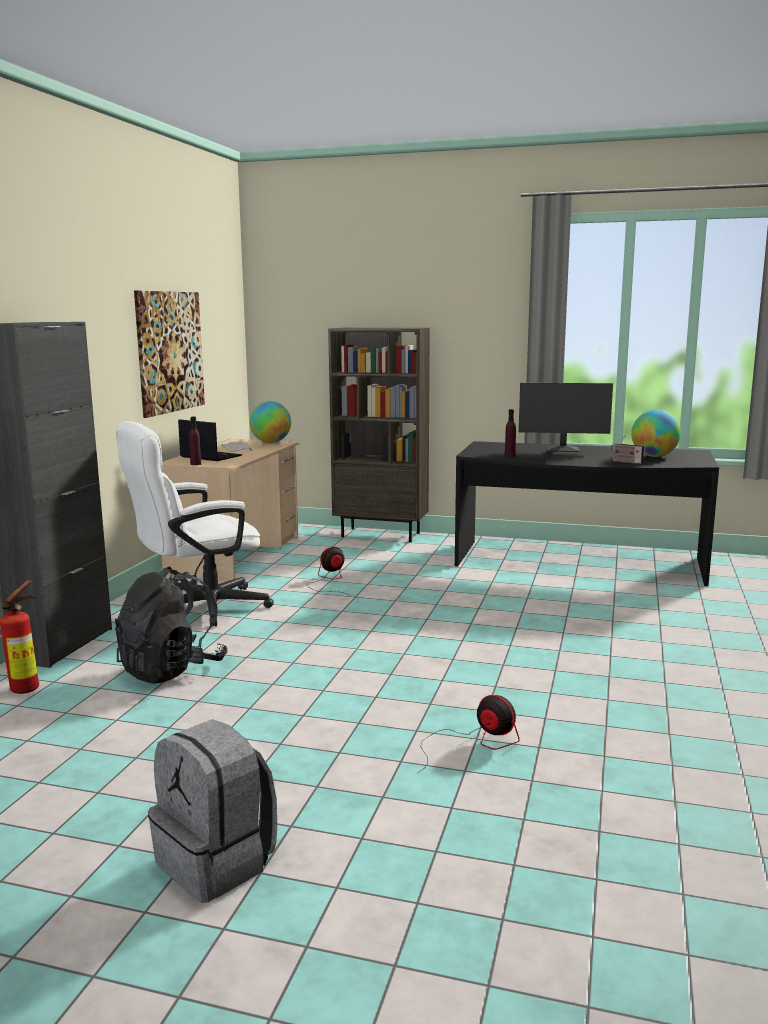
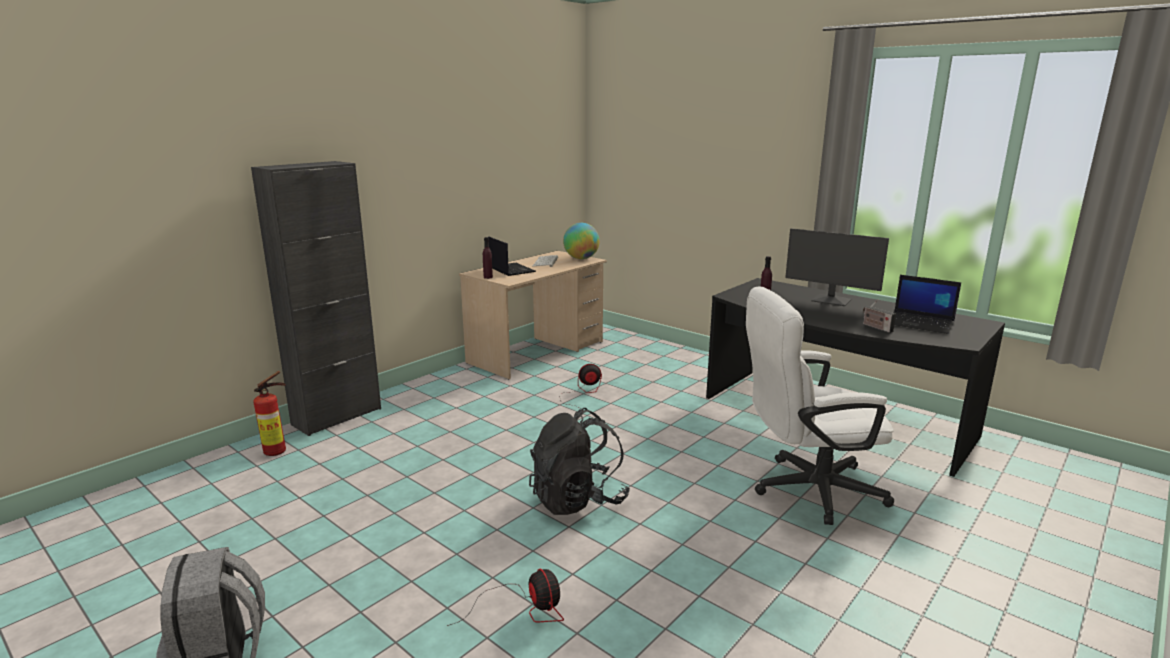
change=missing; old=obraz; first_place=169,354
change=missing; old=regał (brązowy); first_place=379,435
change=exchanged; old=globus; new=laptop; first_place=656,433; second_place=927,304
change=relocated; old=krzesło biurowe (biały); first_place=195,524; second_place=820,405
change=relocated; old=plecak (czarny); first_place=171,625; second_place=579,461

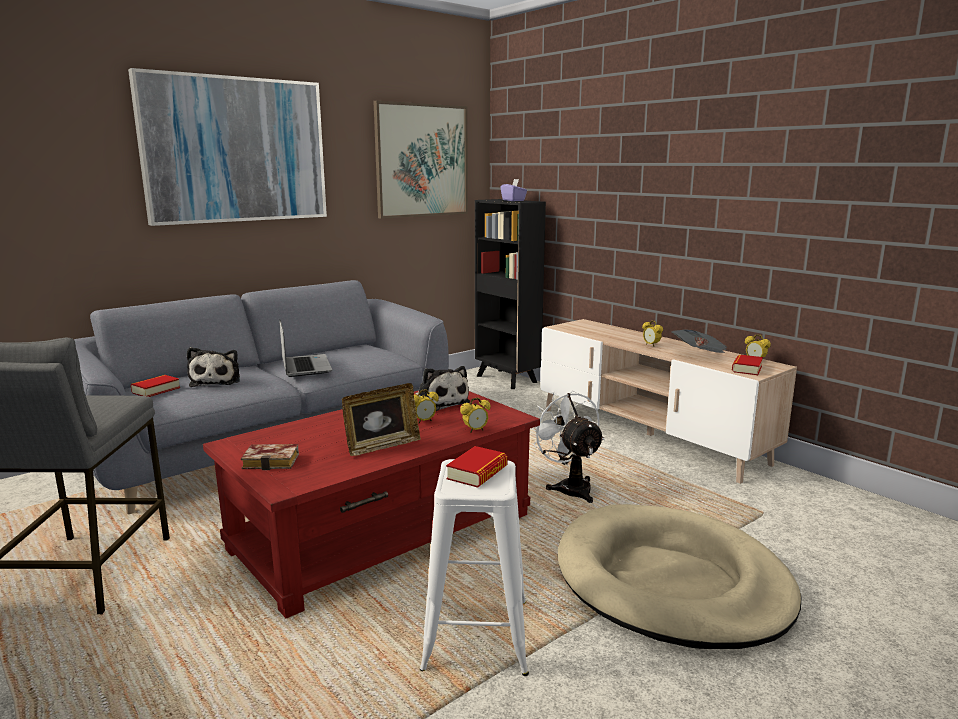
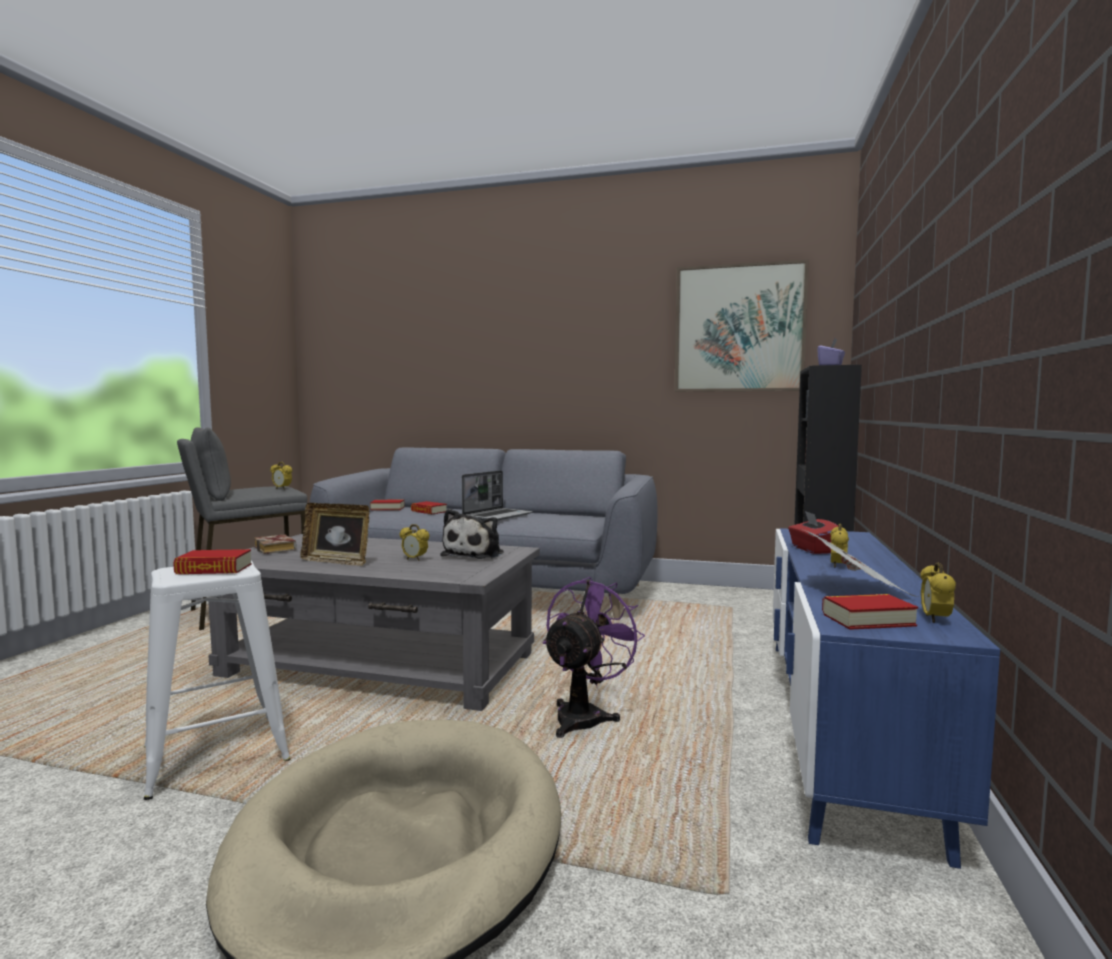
change=missing; old=obraz; first_place=227,147
change=colour; old=szafka pod telewizor (beżowy); new=szafka pod telewizor (niebieski); first_place=668,401; second_place=886,698
change=exchanged; old=pluszak; new=książka; first_place=213,367; second_place=429,507
change=colour; old=wentylator (biały); new=wentylator (fioletowy); first_place=568,446; second_place=594,657
change=colour; old=ława (czerwony); new=ława (szary); first_place=371,504; second_place=374,622
change=relocated; old=budzik; first_place=475,415; second_place=281,475
change=appeared; new=pudełko chusteczek (czerwony); second_place=813,532

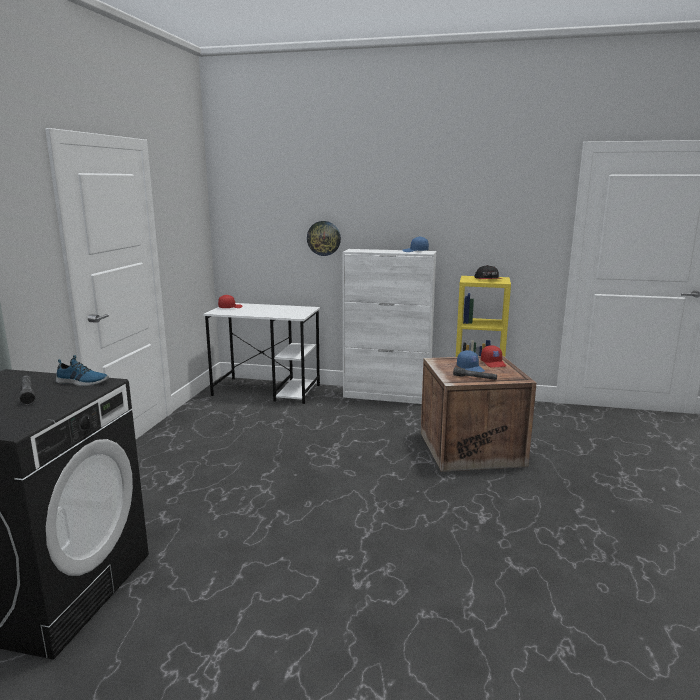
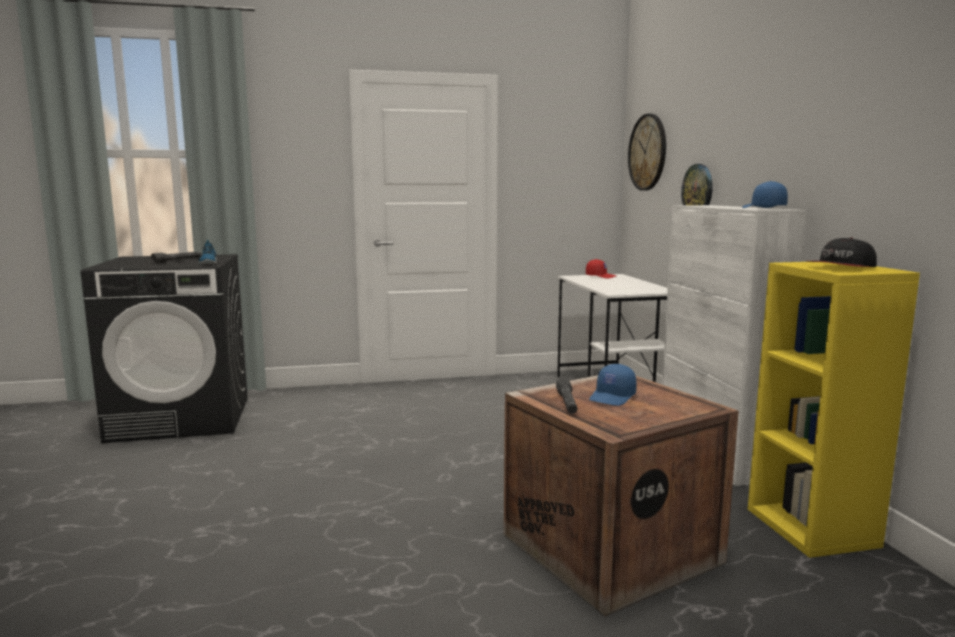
change=missing; old=czapka z daszkiem (czerwony); first_place=493,356
change=appeared; new=zegar ścienny; second_place=647,152

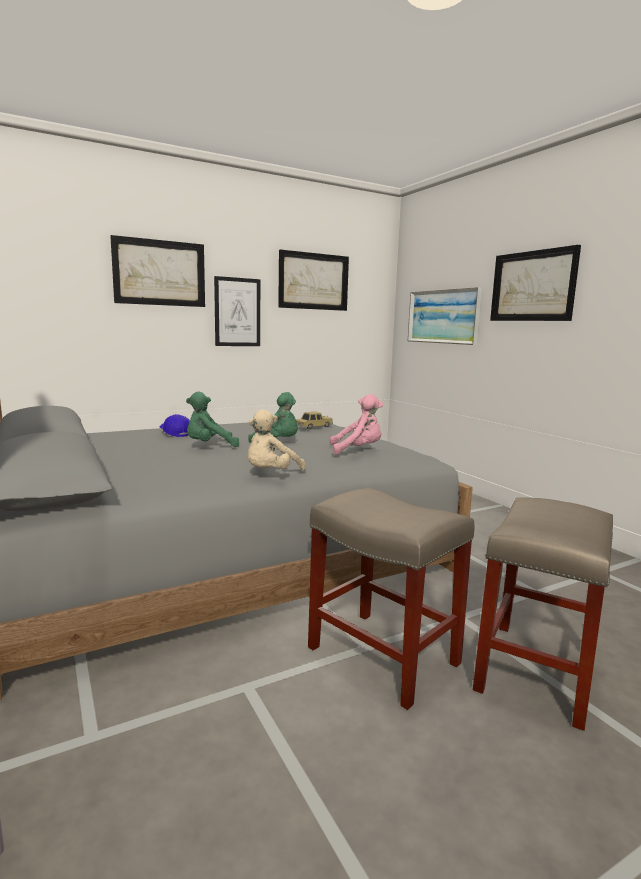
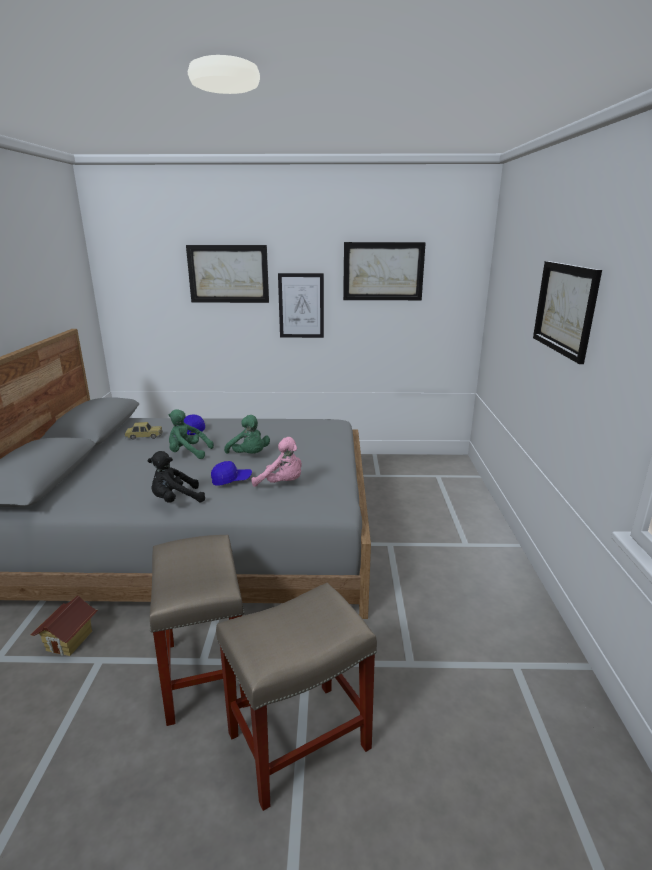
change=missing; old=obraz; first_place=445,316
change=colour; old=pluszak (beżowy); new=pluszak (czarny); first_place=277,440; second_place=176,477
change=relocated; old=samochodzik; first_place=314,420; second_place=143,431
change=appeared; new=czapka z daszkiem (niebieski); second_place=231,473
change=appeared; new=domek; second_place=64,626

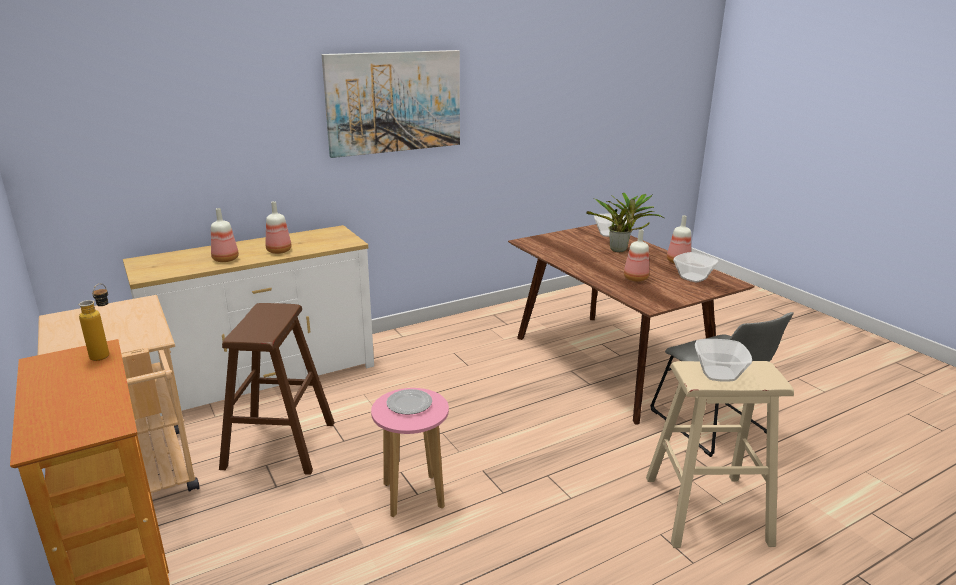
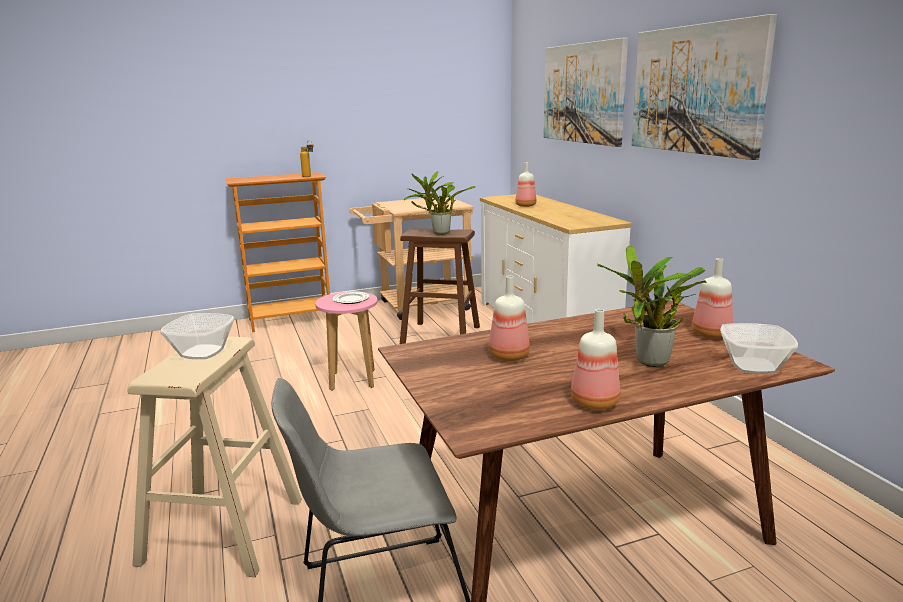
change=relocated; old=butelka; first_place=279,227; second_place=712,298
change=missing; old=miska; first_place=696,267
change=appeared; new=obraz; second_place=585,92
change=appeared; new=roślina doniczkowa; second_place=440,203

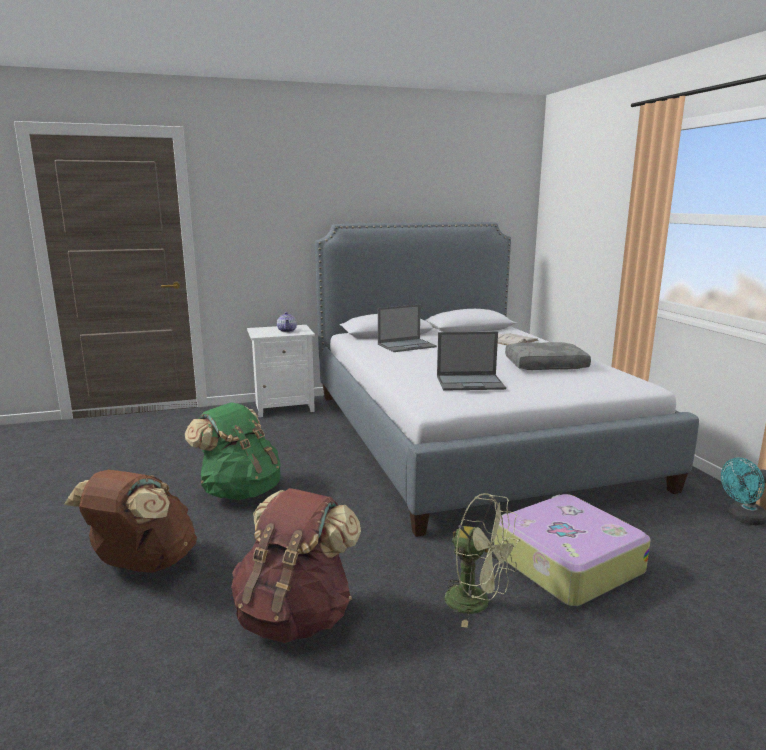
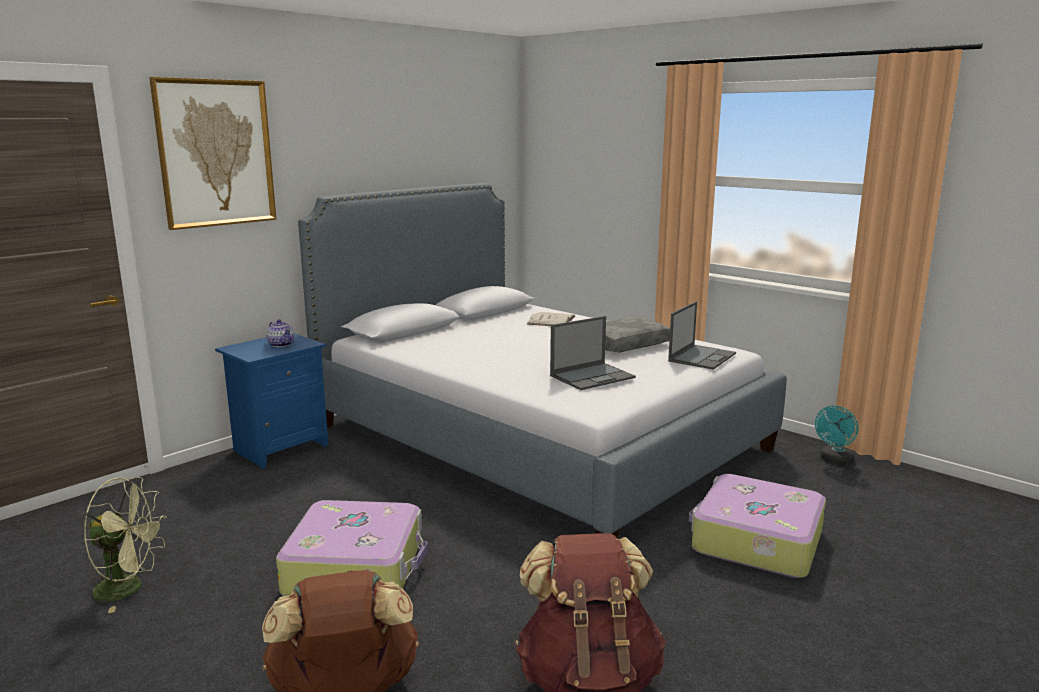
change=relocated; old=laptop; first_place=407,328; second_place=702,336
change=colour; old=szafka nocna (biały); new=szafka nocna (niebieski); first_place=281,371; second_place=271,401
change=exchanged; old=plecak (zielony); new=walizka; first_place=233,451; second_place=352,548
change=relocated; old=wentylator (zielony); first_place=480,560; second_place=125,545
change=appeared; new=obraz; second_place=212,153

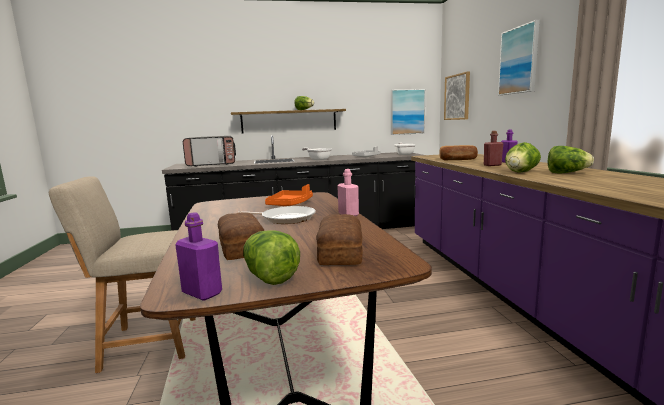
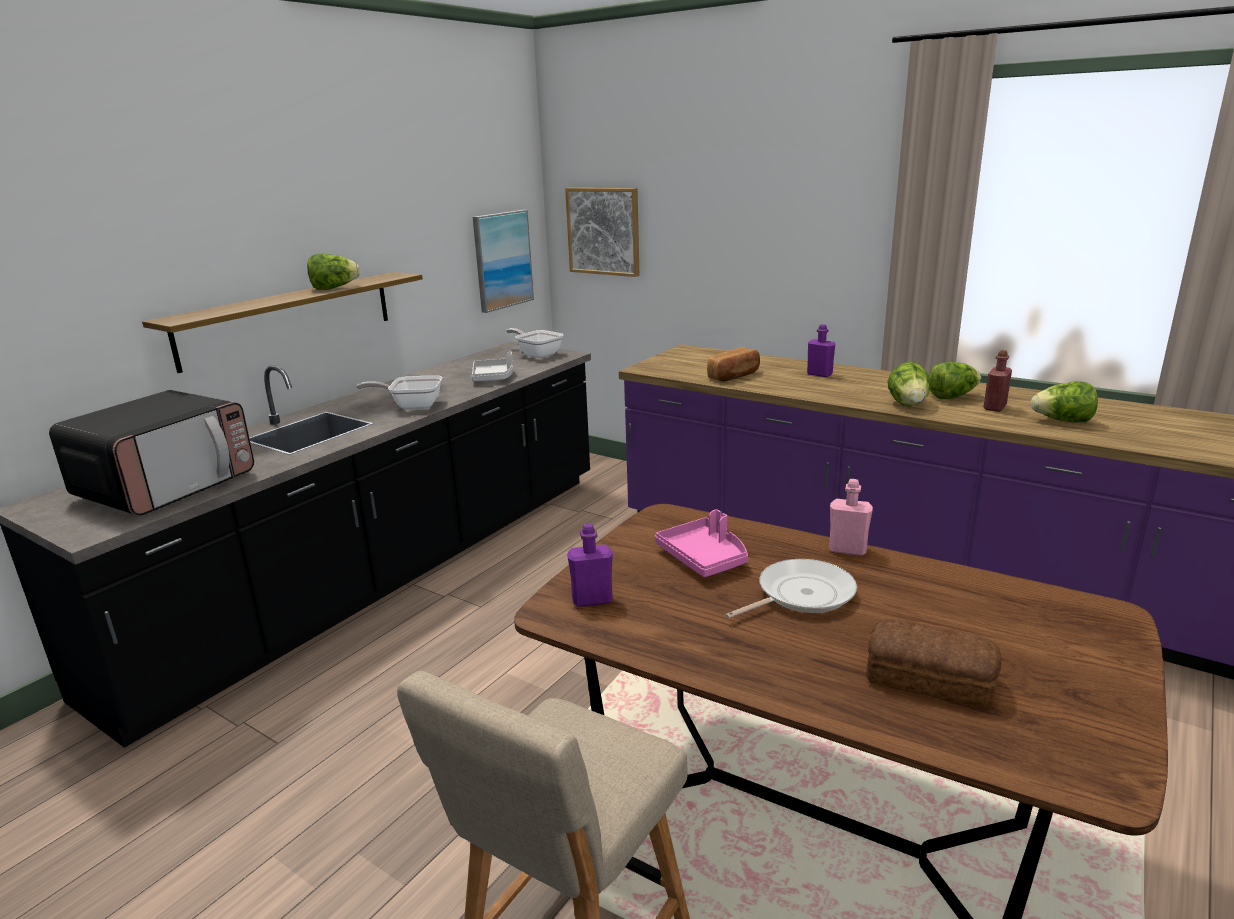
change=missing; old=obraz; first_place=519,57
change=relocated; old=butelka (czerwony); first_place=494,148; second_place=997,381
change=colour; old=taca (pomarańczowy); new=taca (różowy); first_place=289,195; second_place=701,543
change=relocated; old=butelka (fioletowy); first_place=198,257; second_place=590,565
change=missing; old=chleb; first_place=339,239
change=relocated; old=sałata; first_place=271,257; second_place=1064,401

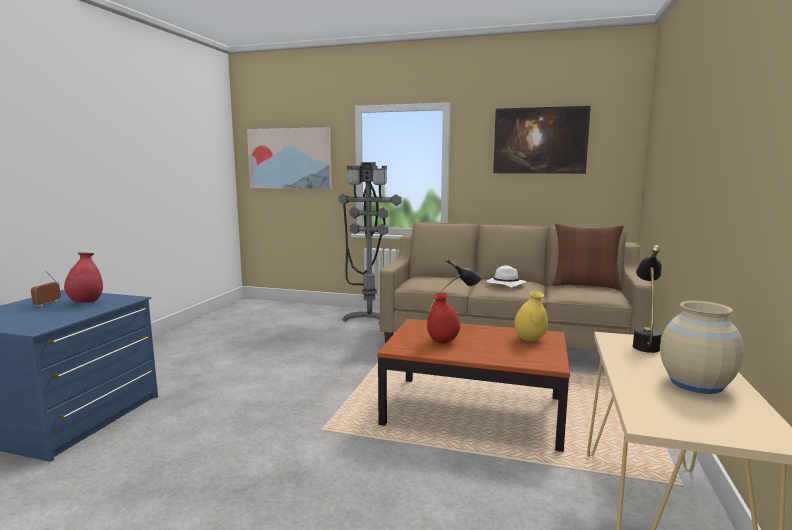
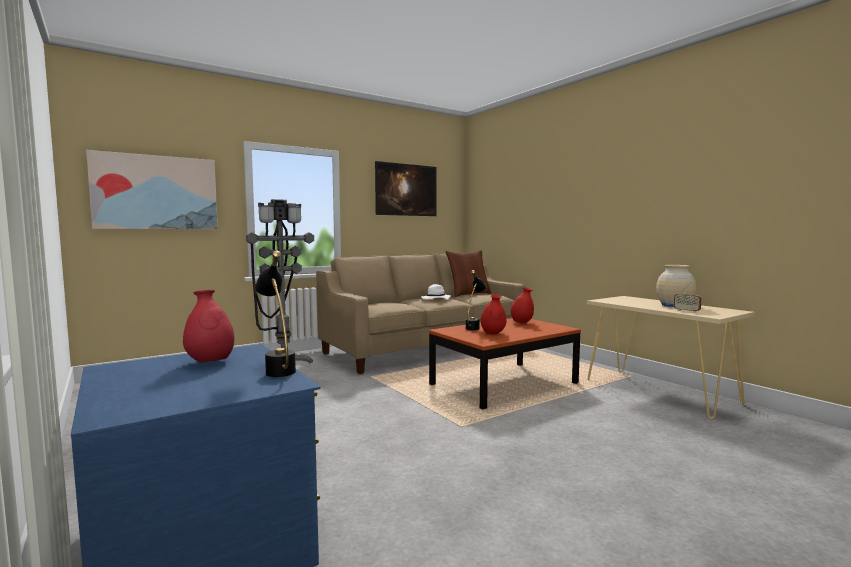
change=relocated; old=lampa stołowa (czarny); first_place=647,299; second_place=275,314
change=relocated; old=radio; first_place=46,288; second_place=688,298
change=colour; old=wazon (żółty); new=wazon (czerwony); first_place=531,316; second_place=522,305

